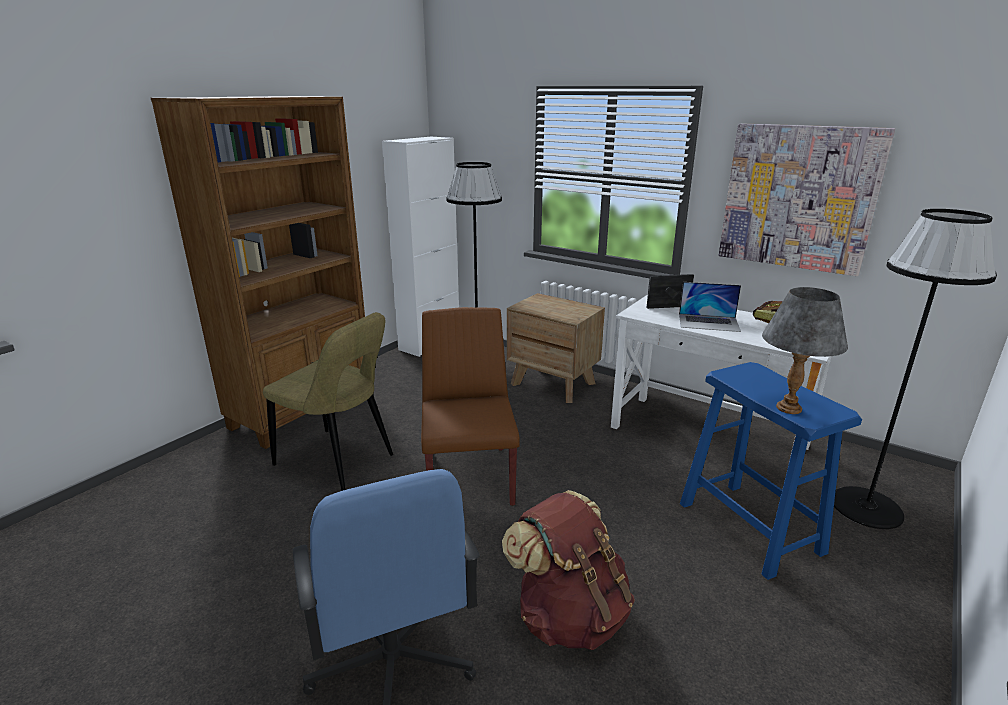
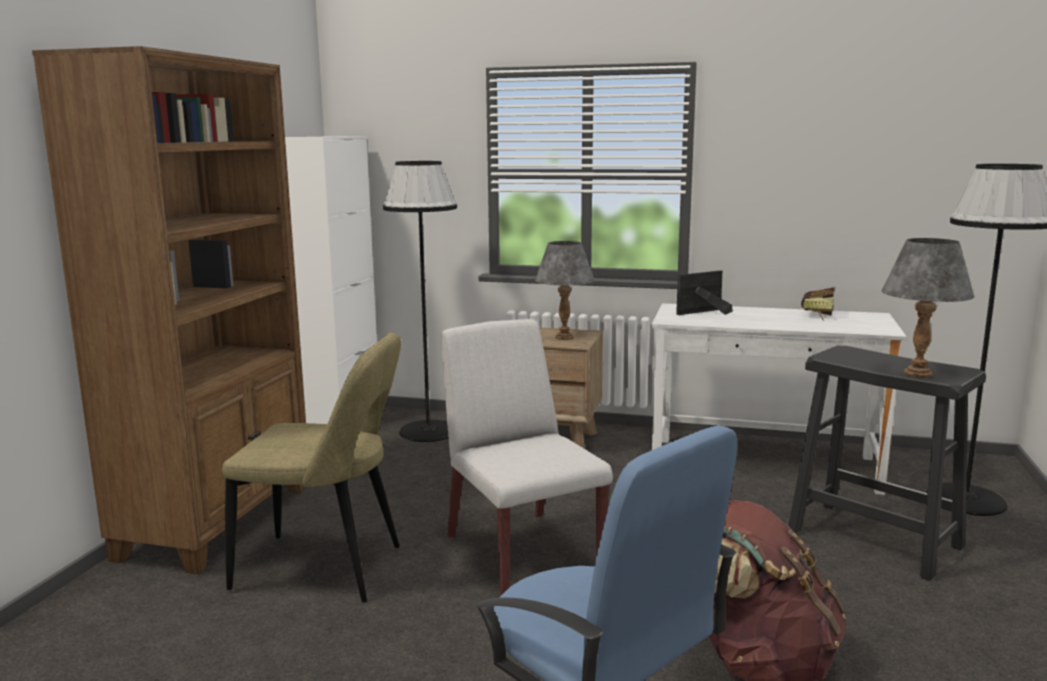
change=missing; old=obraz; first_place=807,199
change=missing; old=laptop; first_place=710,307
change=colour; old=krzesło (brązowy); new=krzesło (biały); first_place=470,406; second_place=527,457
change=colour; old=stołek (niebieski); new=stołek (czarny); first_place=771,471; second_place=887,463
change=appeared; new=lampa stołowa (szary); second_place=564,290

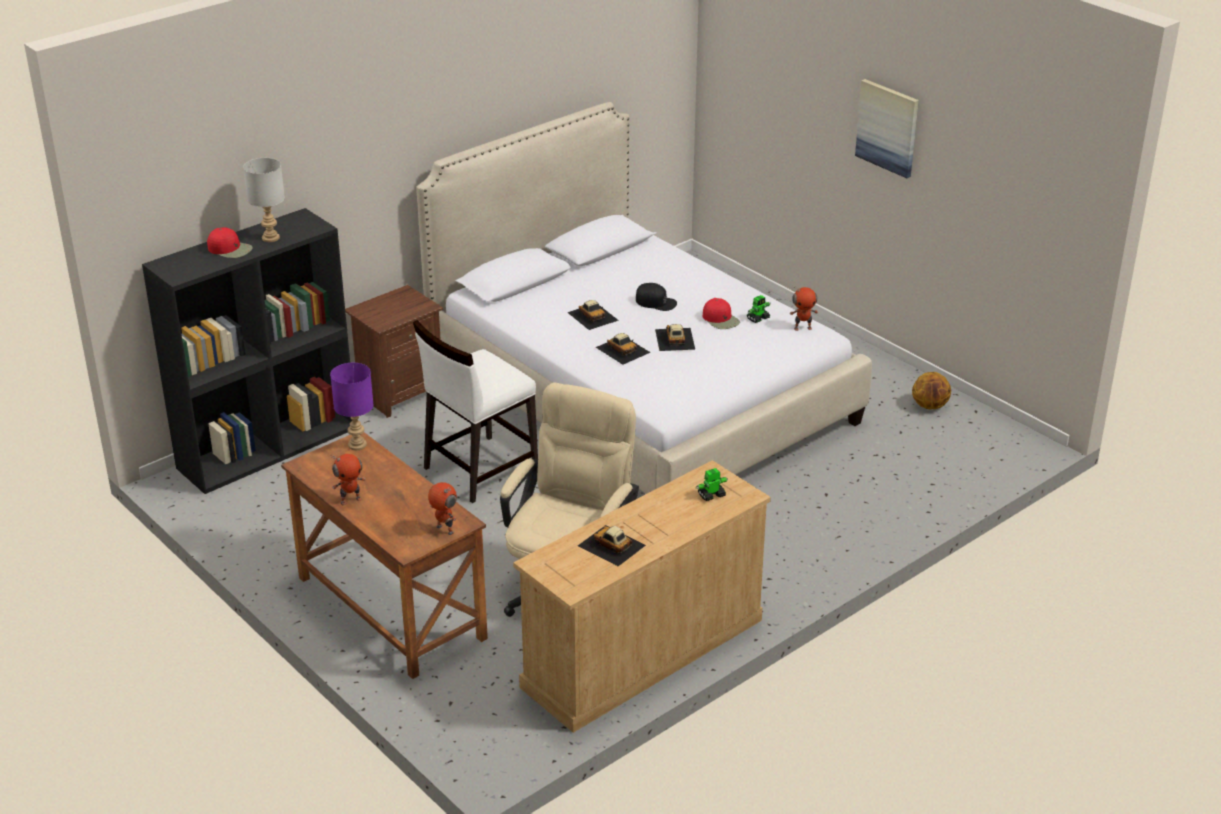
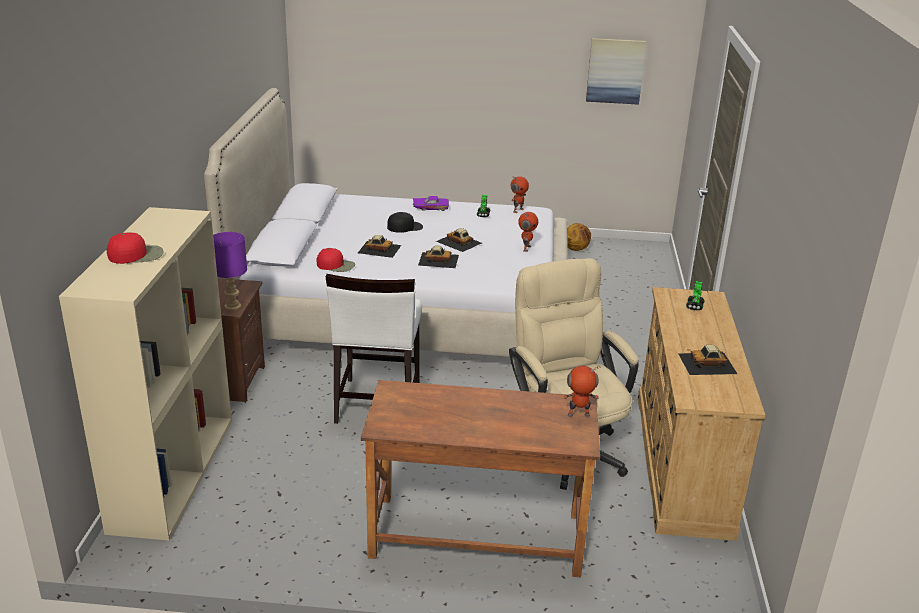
change=relocated; old=obraz; first_place=887,128; second_place=616,71
change=missing; old=lampa stołowa (szary); first_place=264,200
change=colour; old=regał (czarny); new=regał (beżowy); first_place=247,351; second_place=145,373
change=relocated; old=czapka z daszkiem (czerwony); first_place=721,313; second_place=336,260
change=relocated; old=lampa stołowa (fioletowy); first_place=352,406; second_place=230,271
change=relocated; old=robot zabawkowy; first_place=348,480; second_place=528,232
change=appeared; new=samochodzik (fioletowy); second_place=431,203

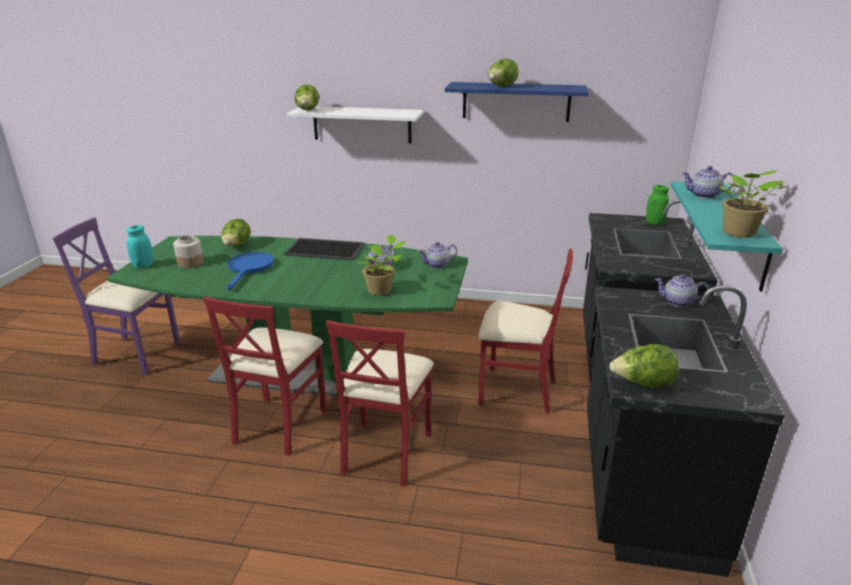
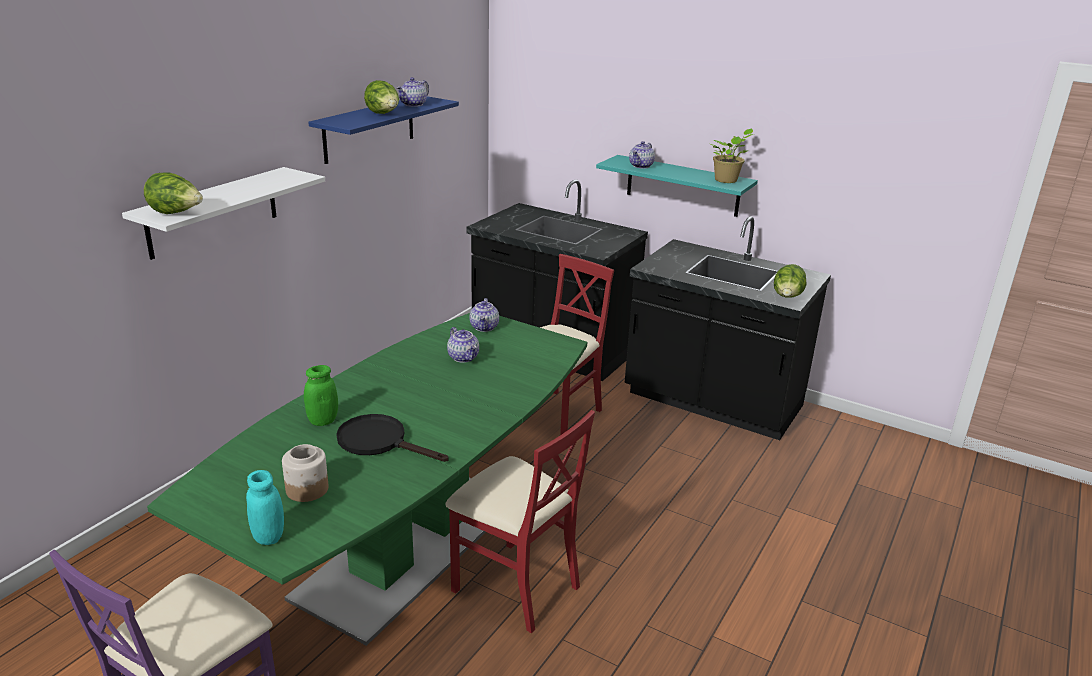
change=relocated; old=słoik (zielony); first_place=657,205; second_place=321,395
change=missing; old=sałata; first_place=236,232
change=missing; old=roślina doniczkowa; first_place=380,265
change=missing; old=taca; first_place=324,249
change=colour; old=patelnia (niebieski); new=patelnia (czarny); first_place=250,271; second_place=392,438
change=relocated; old=imbryk; first_place=682,290; second_place=412,92
change=missing; old=krzesło (czerwony); first_place=380,403

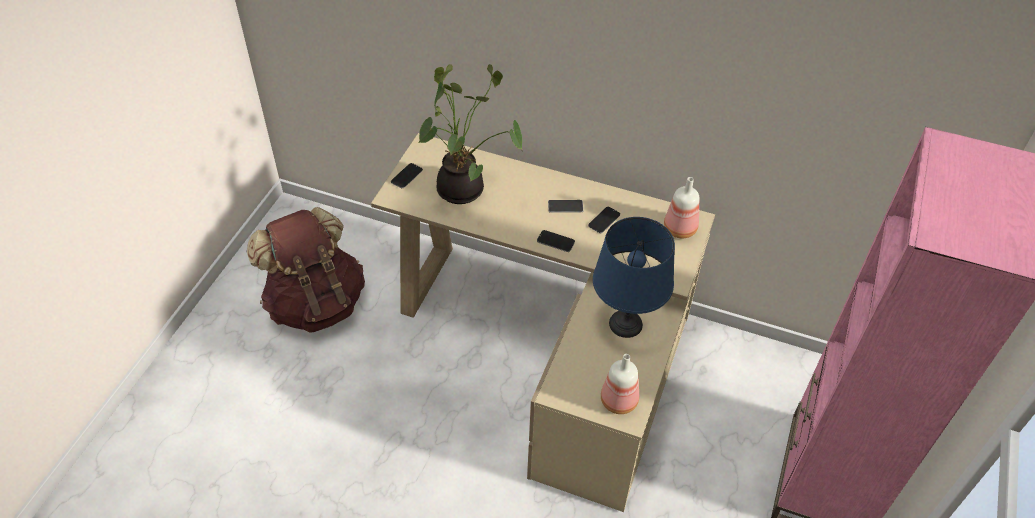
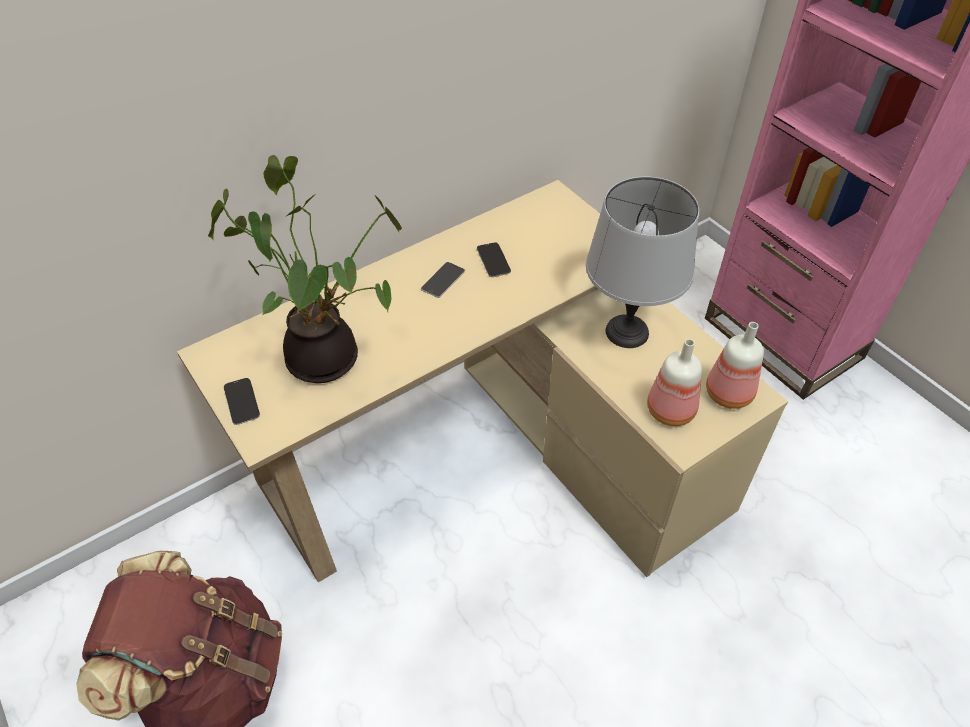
change=relocated; old=butelka; first_place=681,207; second_place=674,382
change=colour; old=lampa stołowa (niebieski); new=lampa stołowa (szary); first_place=634,277; second_place=642,262
change=missing; old=telefon; first_place=556,241

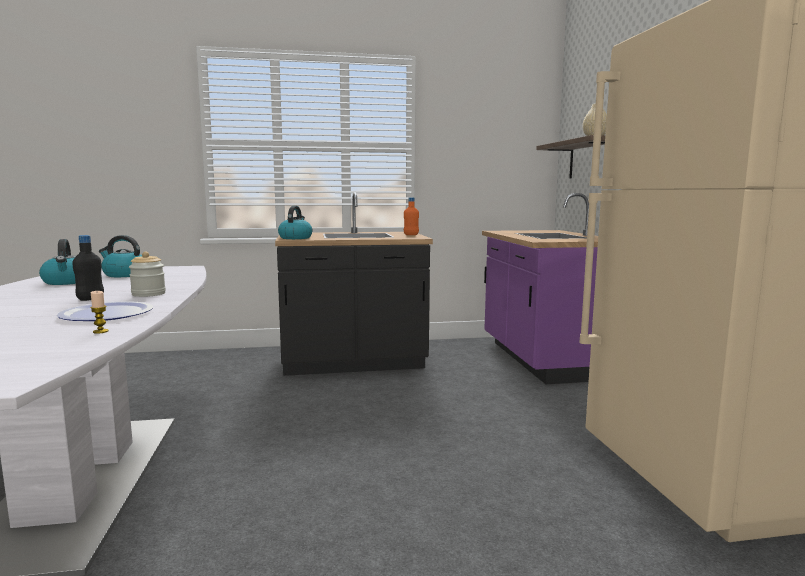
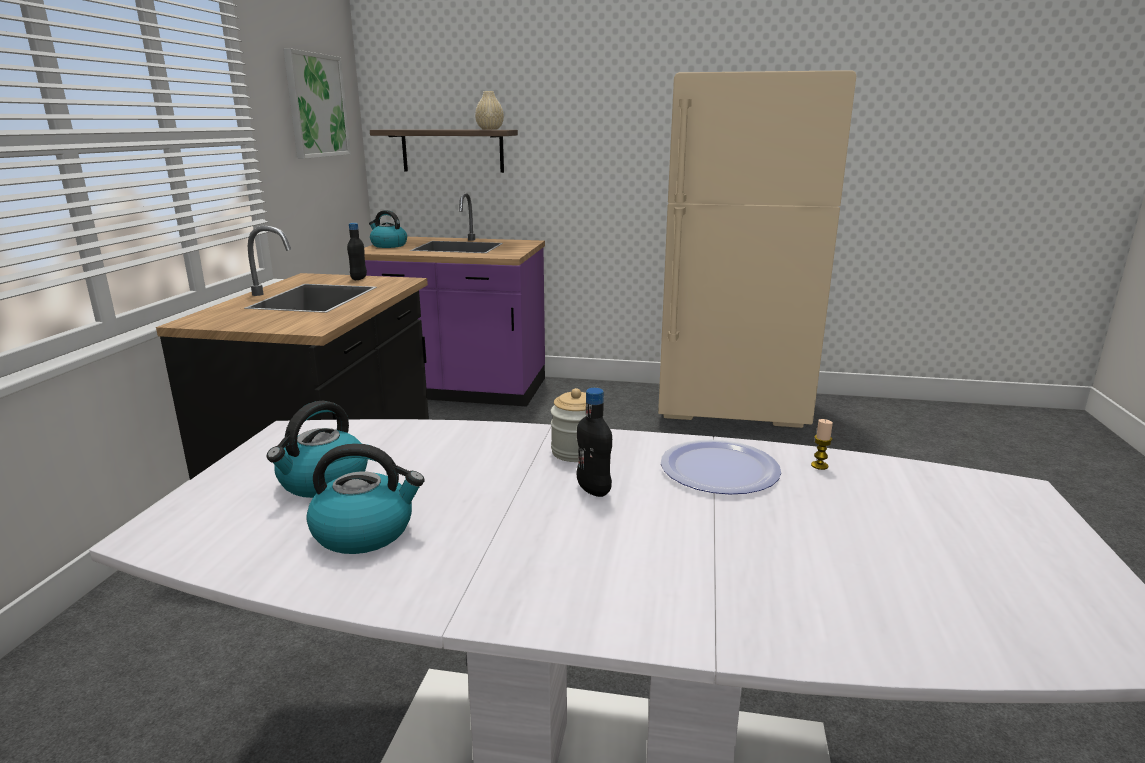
change=colour; old=butelka (pomarańczowy); new=butelka (czarny); first_place=411,216; second_place=357,251
change=relocated; old=czajnik; first_place=295,222; second_place=388,229
change=appeared; new=obraz; second_place=317,103

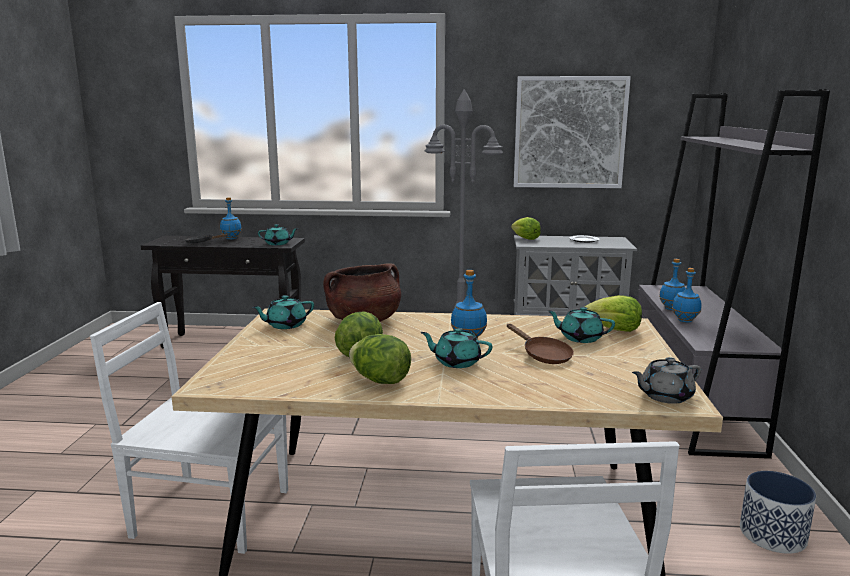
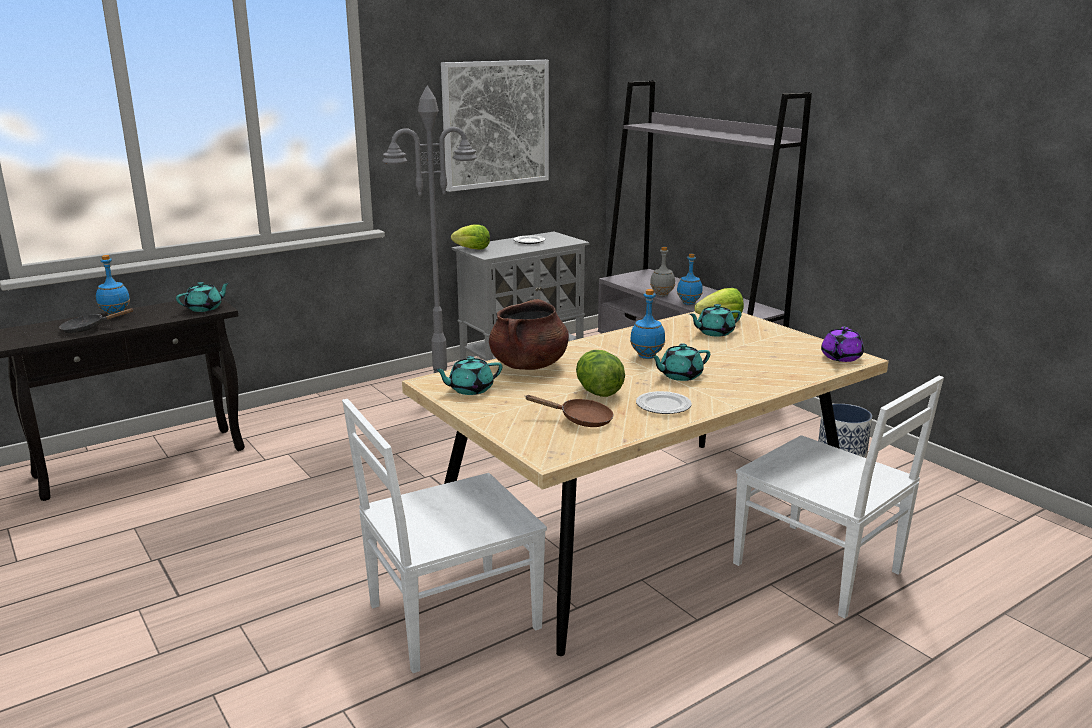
change=colour; old=butelka (niebieski); new=butelka (szary); first_place=672,284; second_place=662,272
change=spun; old=imbryk (turkusowy); first_place=283,312; second_place=468,375; degrees=45
change=relocated; old=patelnia (brązowy); first_place=540,344; second_place=569,411
change=exchanged; old=sałata; new=talerz; first_place=380,359; second_place=664,402
change=colour; old=imbryk (szary); new=imbryk (fioletowy); first_place=666,380; second_place=842,344

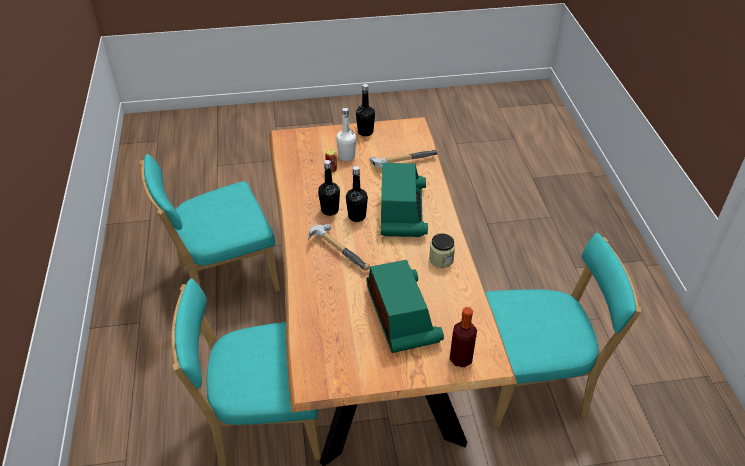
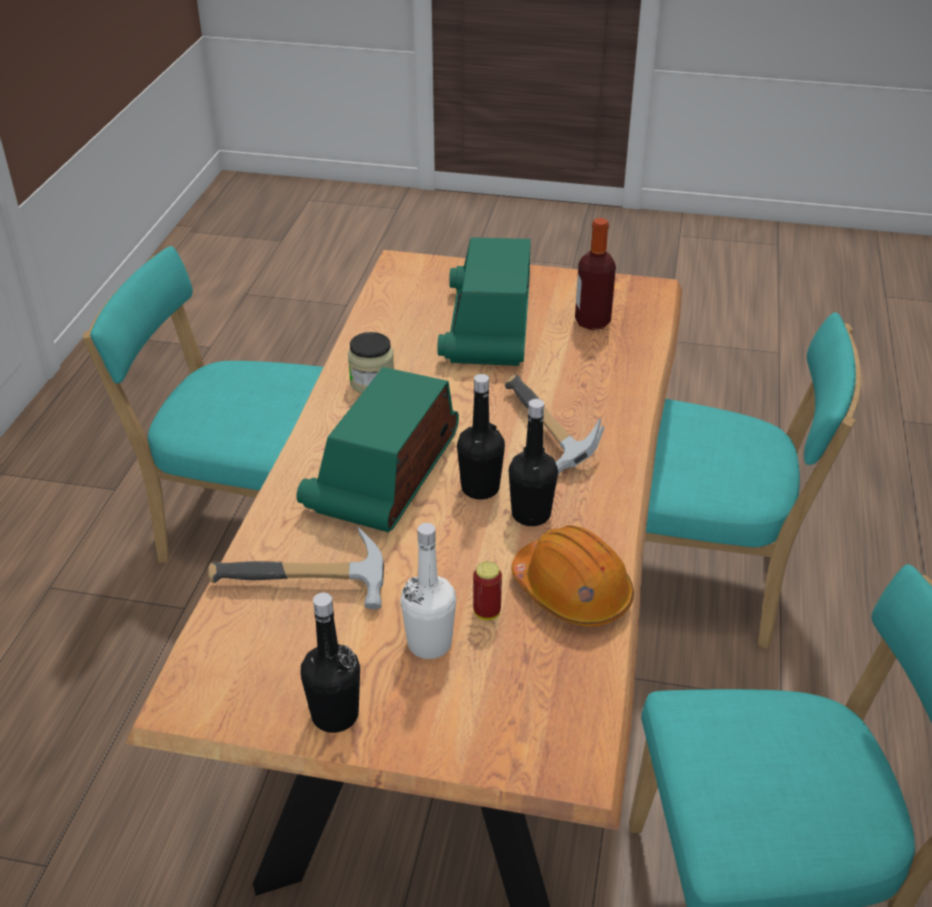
change=relocated; old=butelka; first_place=463,337; second_place=595,274
change=appeared; new=kask (pomarańczowy); second_place=573,576

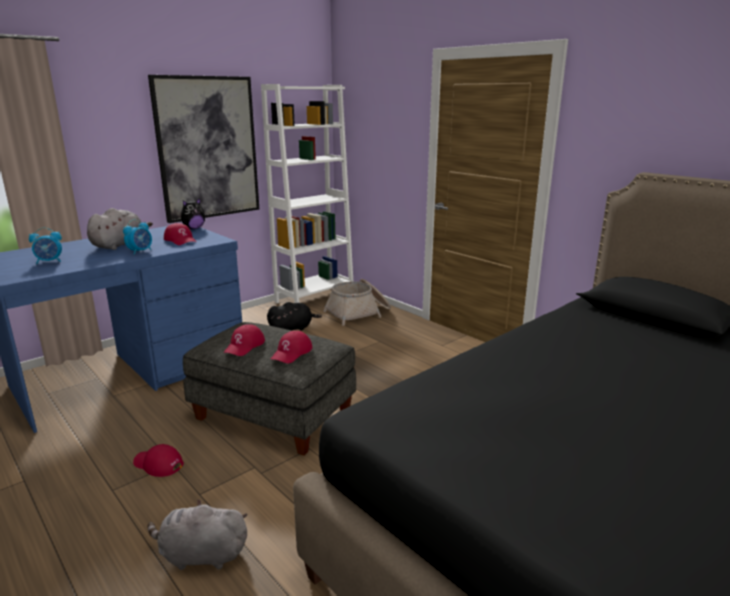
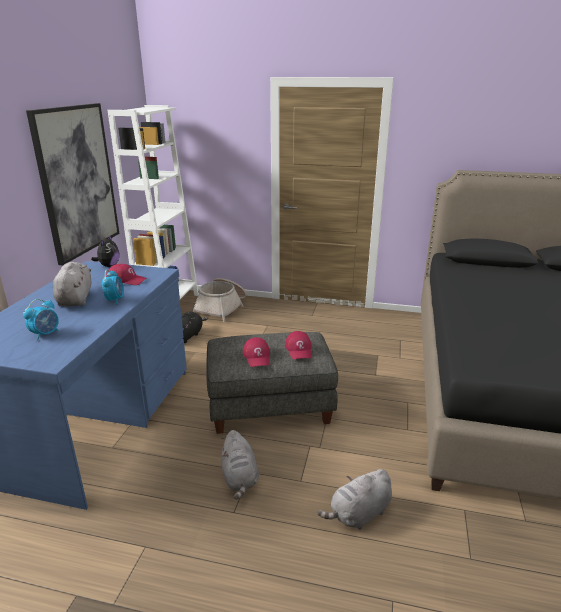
change=exchanged; old=czapka z daszkiem (czerwony); new=pluszak (szary); first_place=158,460; second_place=240,465

